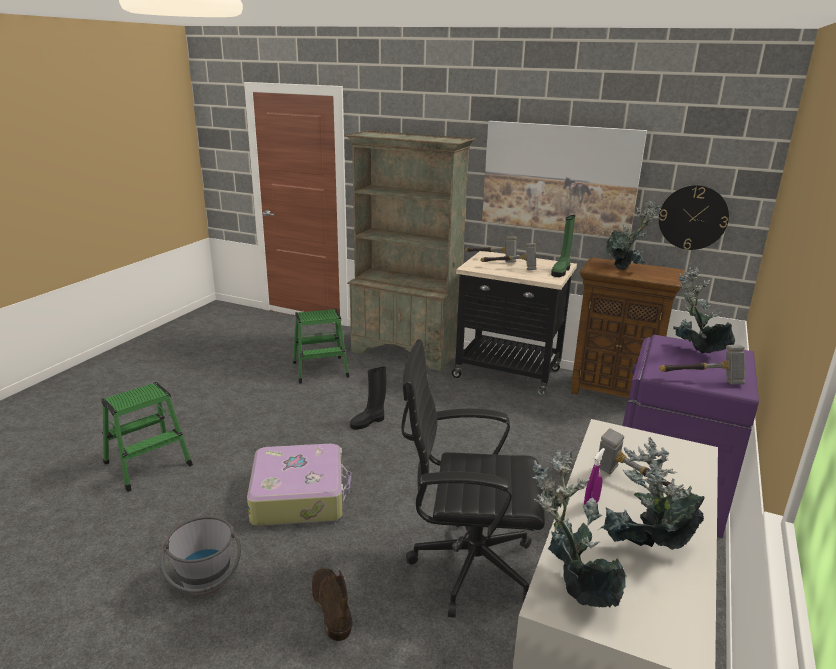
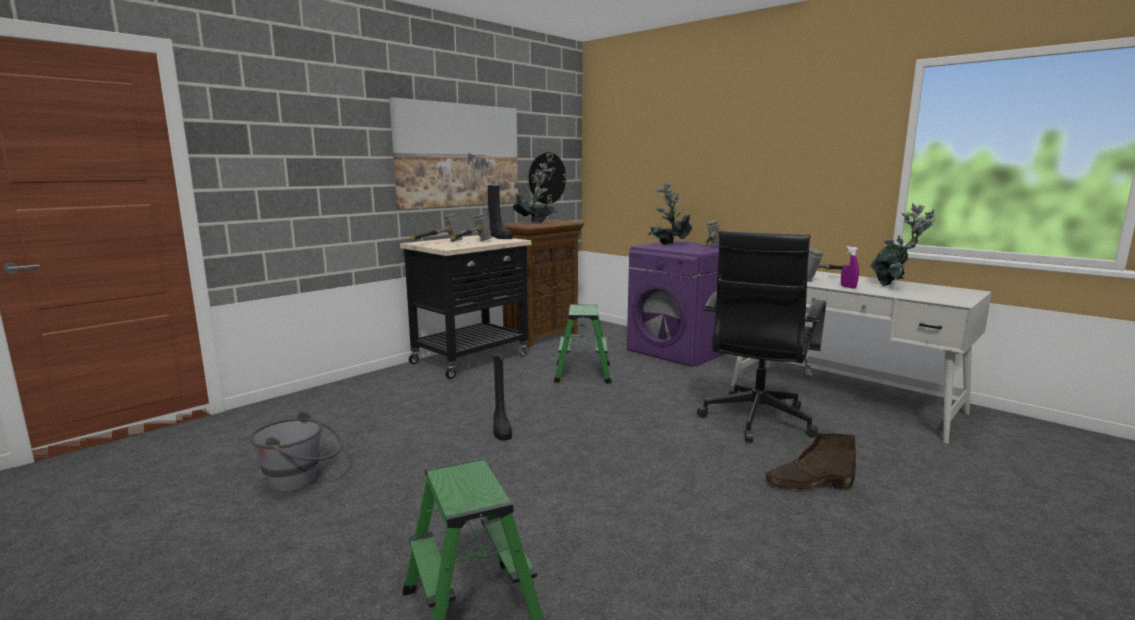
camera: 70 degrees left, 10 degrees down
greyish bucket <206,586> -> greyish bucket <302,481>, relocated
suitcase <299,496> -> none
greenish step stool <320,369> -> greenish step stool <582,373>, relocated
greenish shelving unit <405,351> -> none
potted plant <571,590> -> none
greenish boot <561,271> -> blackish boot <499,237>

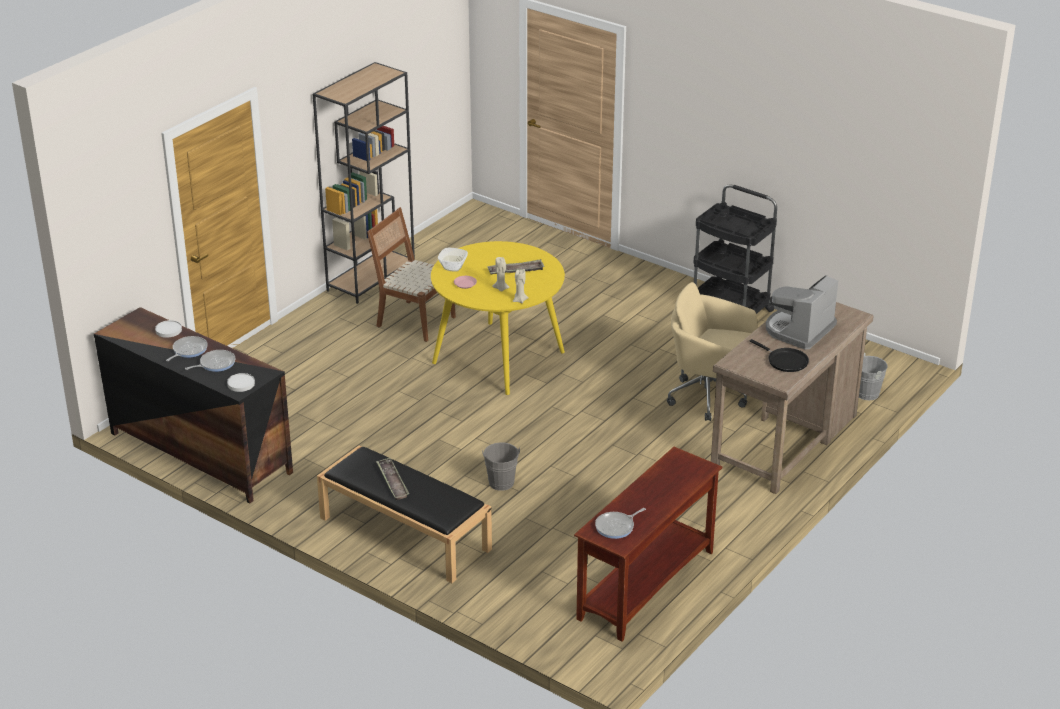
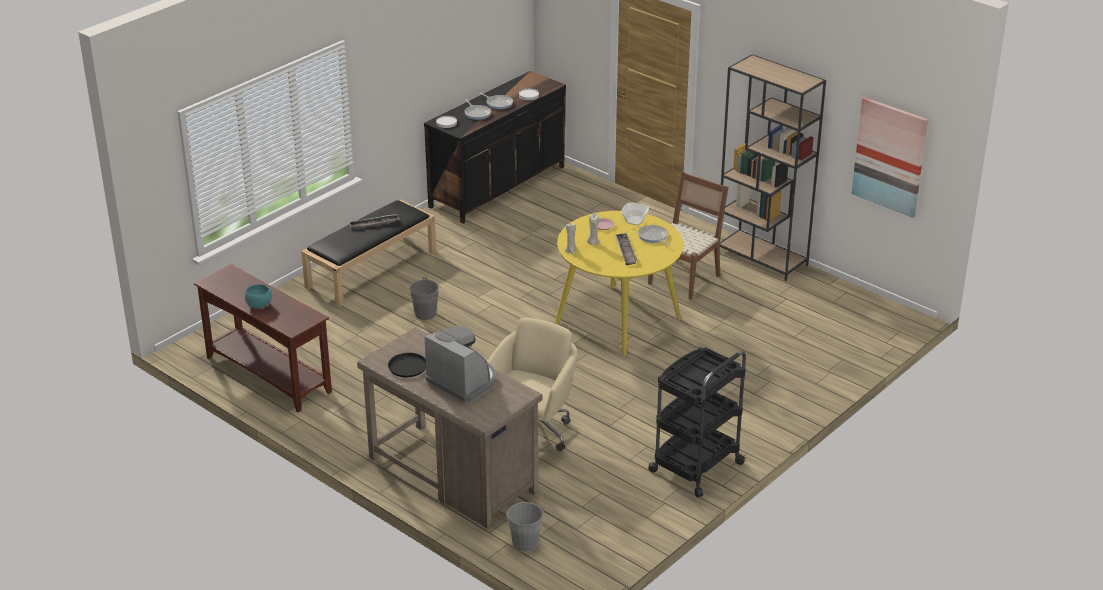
camera: 95 degrees right, 0 degrees up
skillet <616,527> -> skillet <653,237>, relocated
none -> blue-green bowl <258,305>
none -> wall art <889,156>

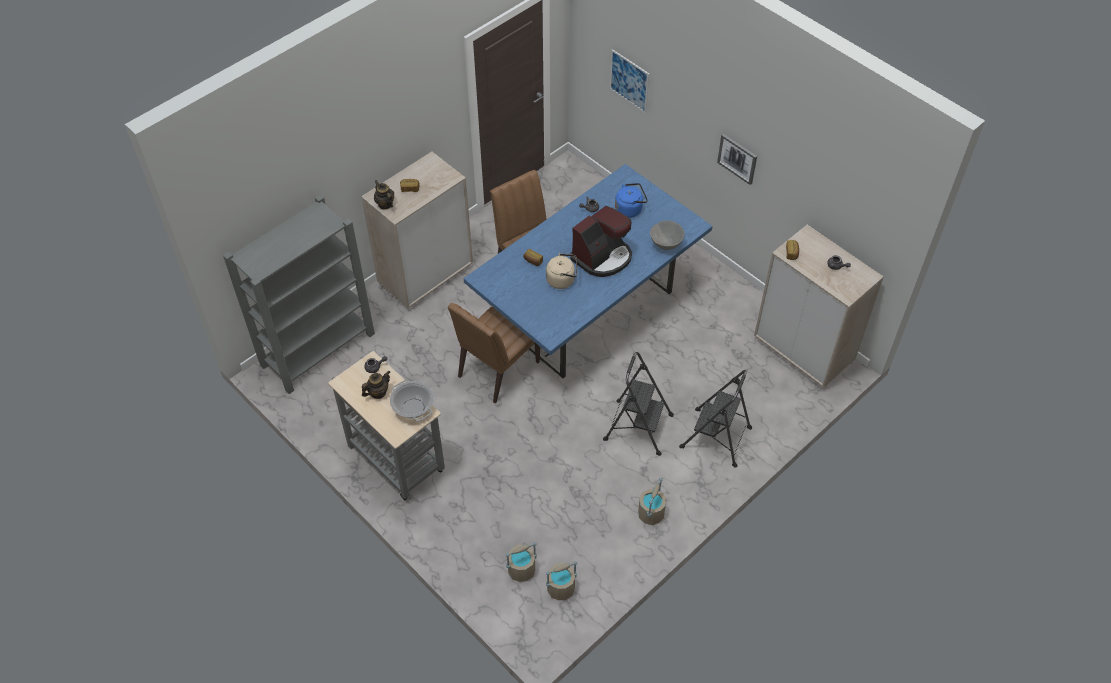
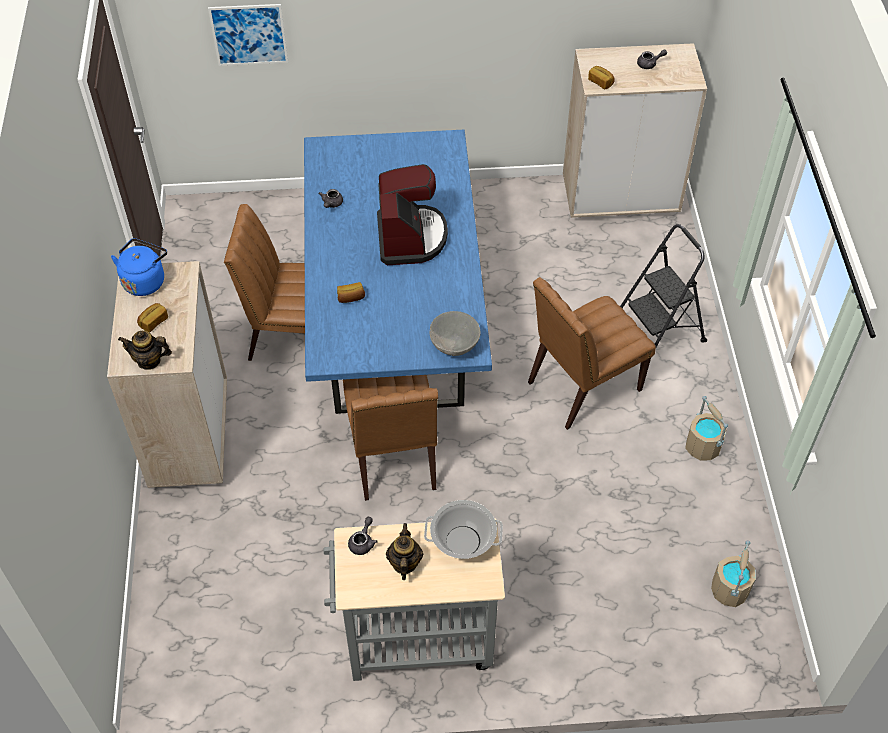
camera: 50 degrees left, 0 degrees up
greyish shelving unit <318,349> -> none
sand-coloured bucket <521,570> -> none
sand-coloured kettle <562,280> -> none
blackish step stool <636,426> -> brown plain chair <584,385>
blue kettle <630,209> -> blue kettle <145,280>, relocated
greyish bowl <666,244> -> greyish bowl <454,346>, relocated
wall art <737,158> -> none

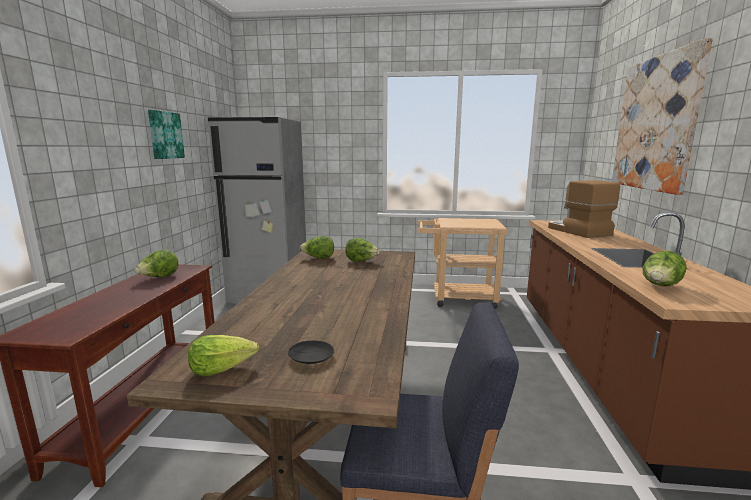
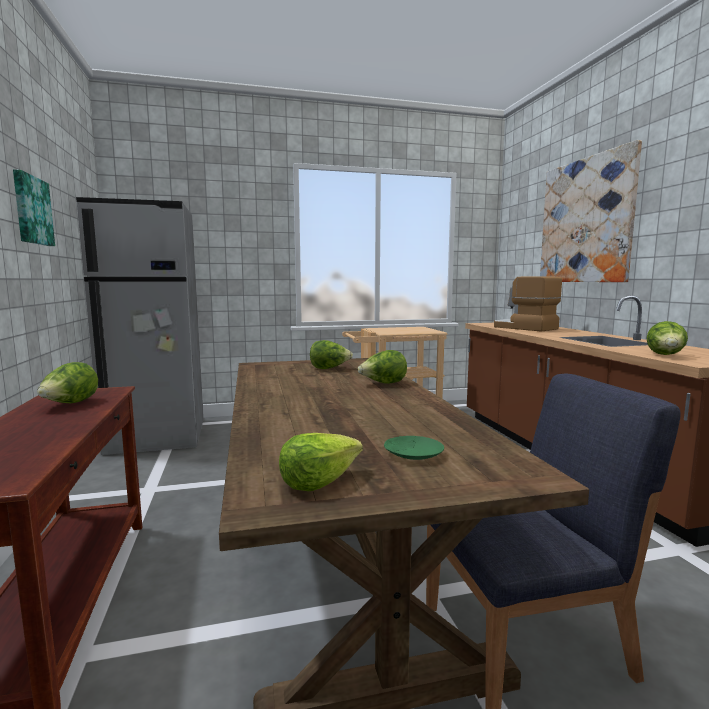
camera: 20 degrees left, 5 degrees down
blackish dinner plate <311,357> -> greenish dinner plate <412,454>
lettuce <318,258> -> lettuce <383,384>, relocated

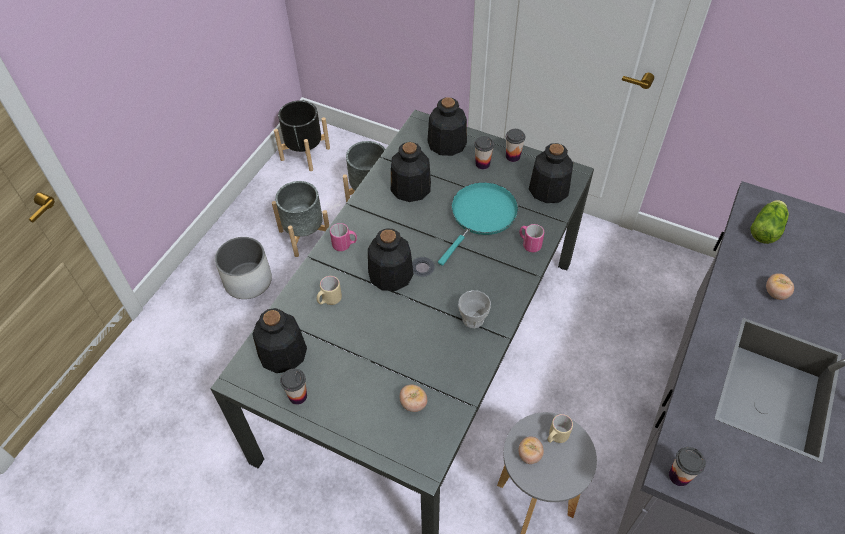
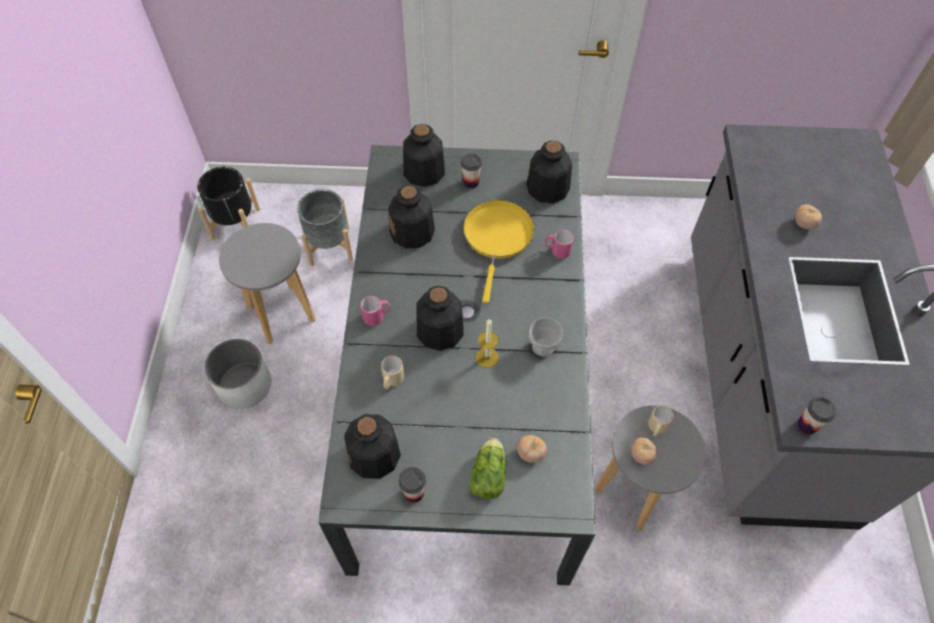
camera: 25 degrees left, 5 degrees up
greyish plant pot <304,235> -> greyish sitting stool <281,314>
blue-green skillet <481,216> -> yellow-coloured skillet <497,238>
cup <513,156> -> none
lettuce <766,228> -> lettuce <489,473>, relocated
none -> candle <487,357>

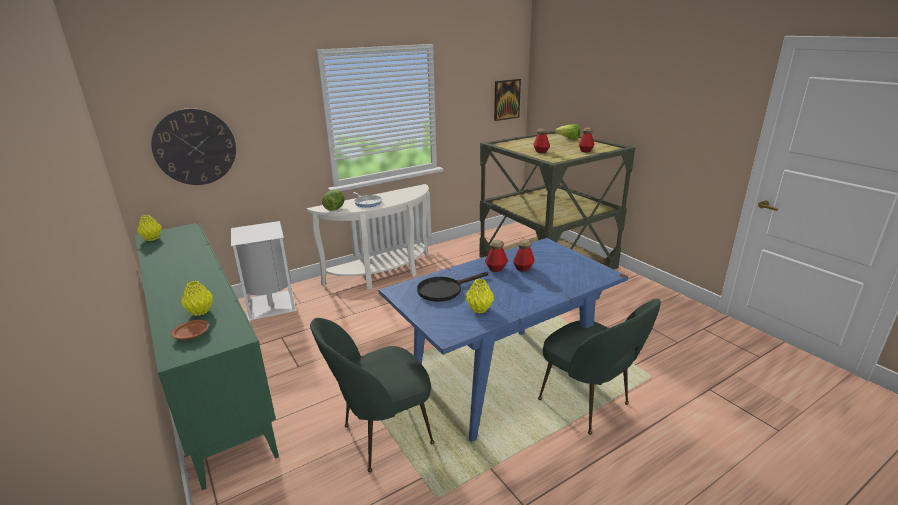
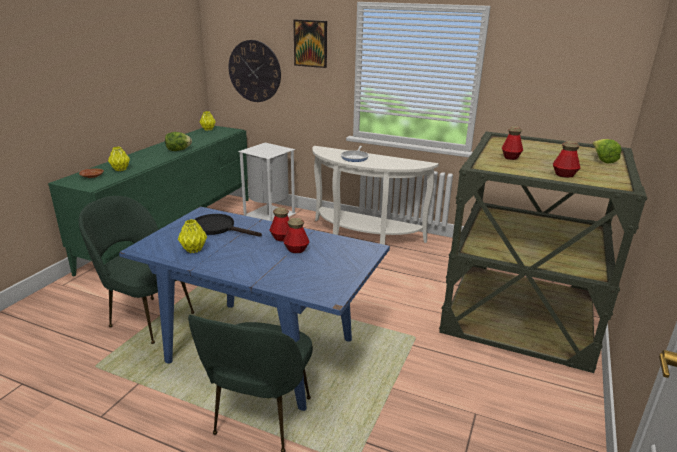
camera: 55 degrees right, 0 degrees up
lettuce <335,209> -> lettuce <178,150>, relocated
wall art <506,99> -> wall art <310,43>, relocated

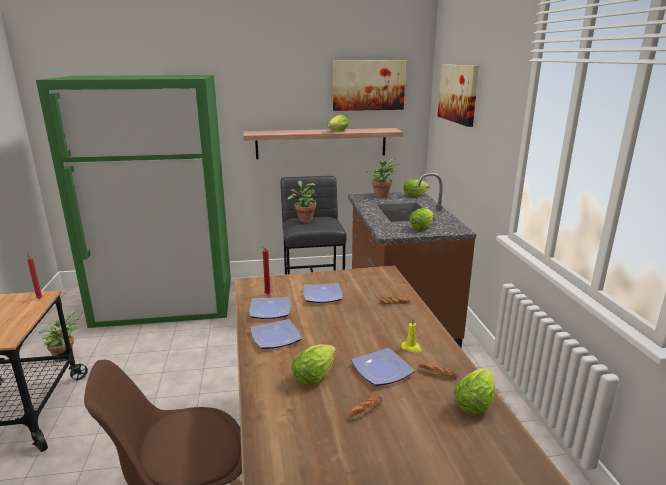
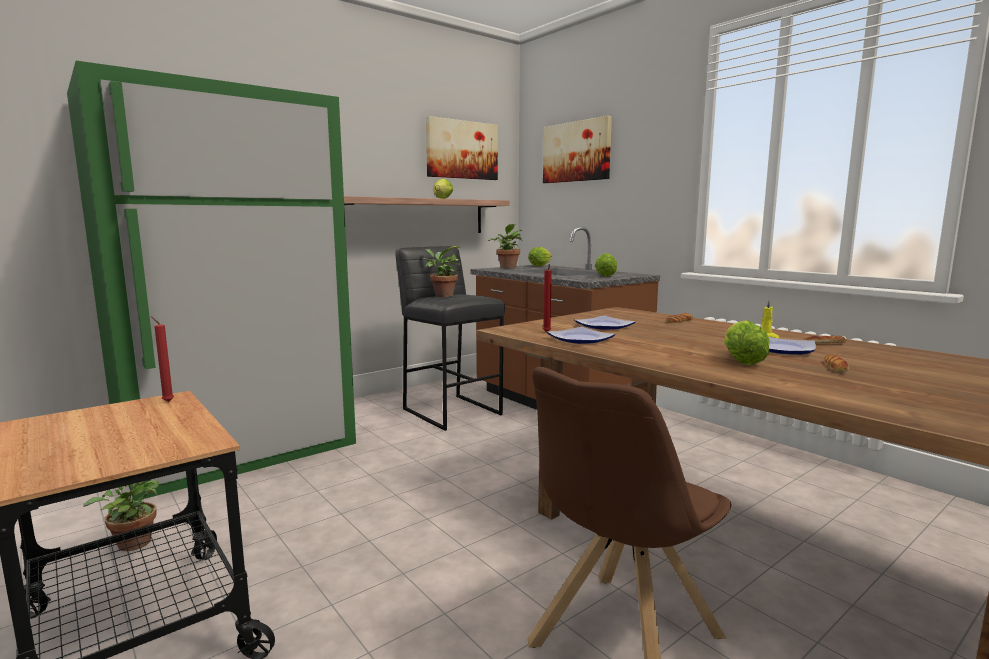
camera: 30 degrees left, 10 degrees down
dinner plate <275,338> -> none
lettuce <476,402> -> none

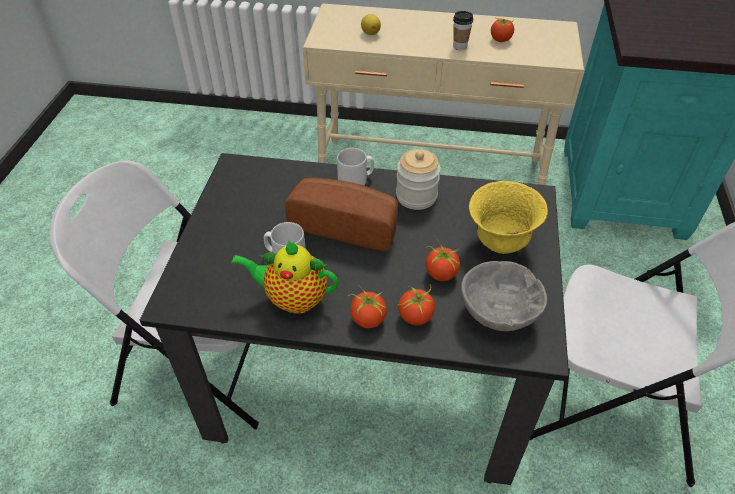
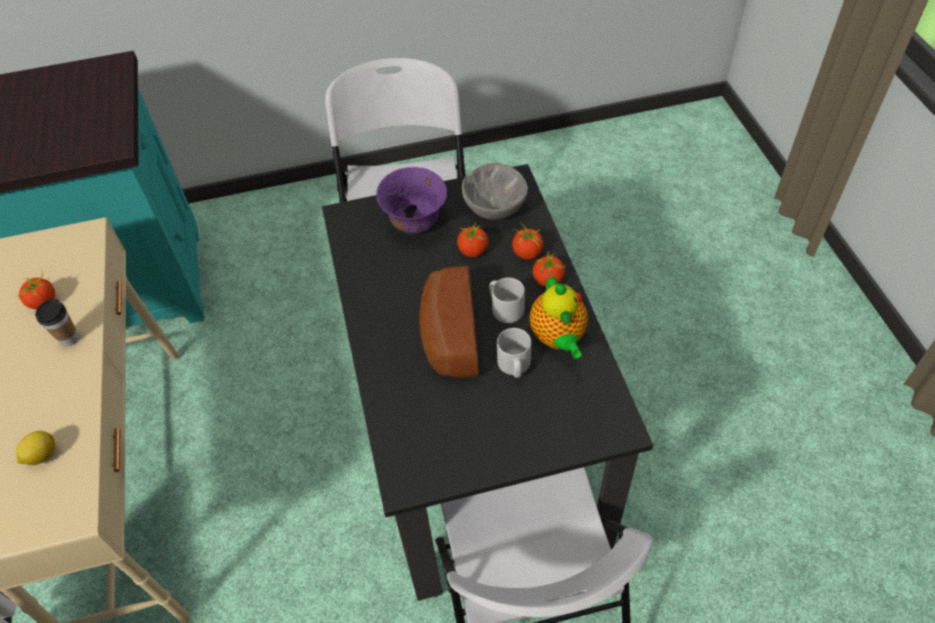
camera: 110 degrees left, 5 degrees up
greyish tea mug <356,180> -> greyish tea mug <505,308>, relocated
jar <416,196> -> none
yellow-coloured bowl <500,242> -> purple-coloured bowl <415,224>

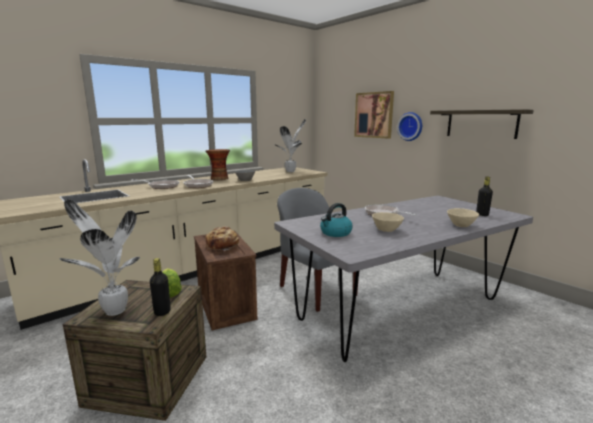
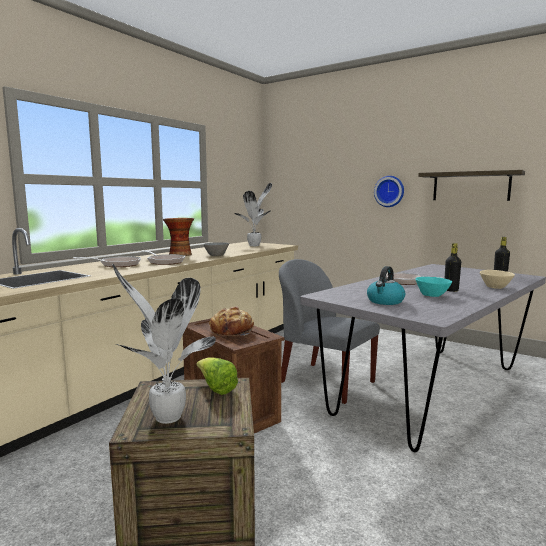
camera: 15 degrees left, 5 degrees down
blackish drink bottle <162,312> -> blackish drink bottle <451,290>, relocated
wall art <374,115> -> none
sand-coloured bowl <387,230> -> blue-green bowl <433,295>

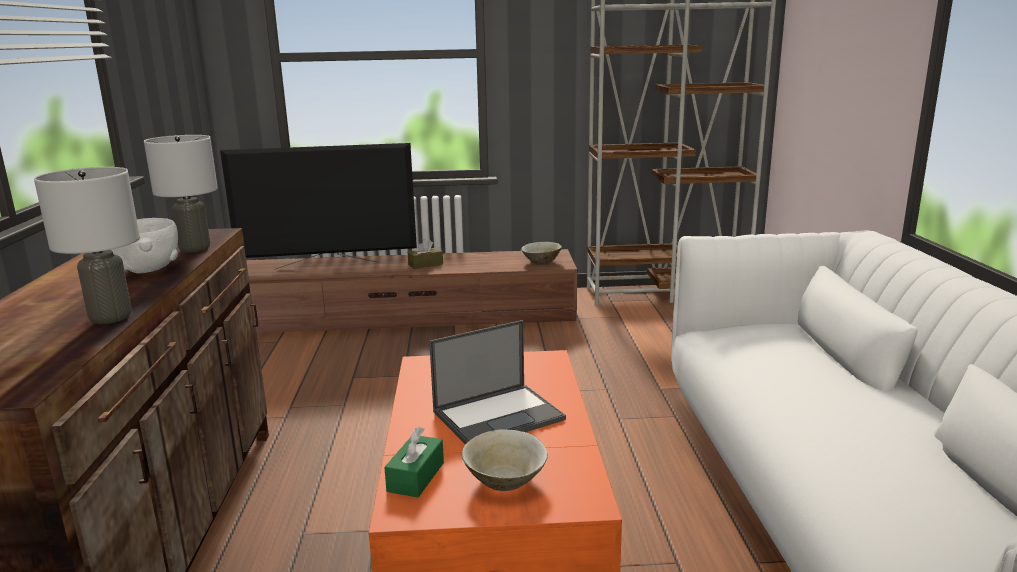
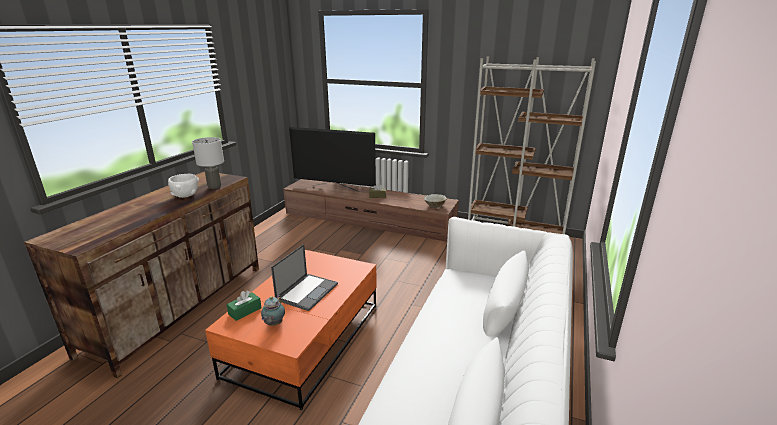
camera: 25 degrees right, 5 degrees up
white-coloured lamp for a table <108,319> -> none
portable computer <499,415> -> portable computer <307,291>, 60 degrees counterclockwise
sand-coloured bowl <505,481> -> tea pot <273,324>

